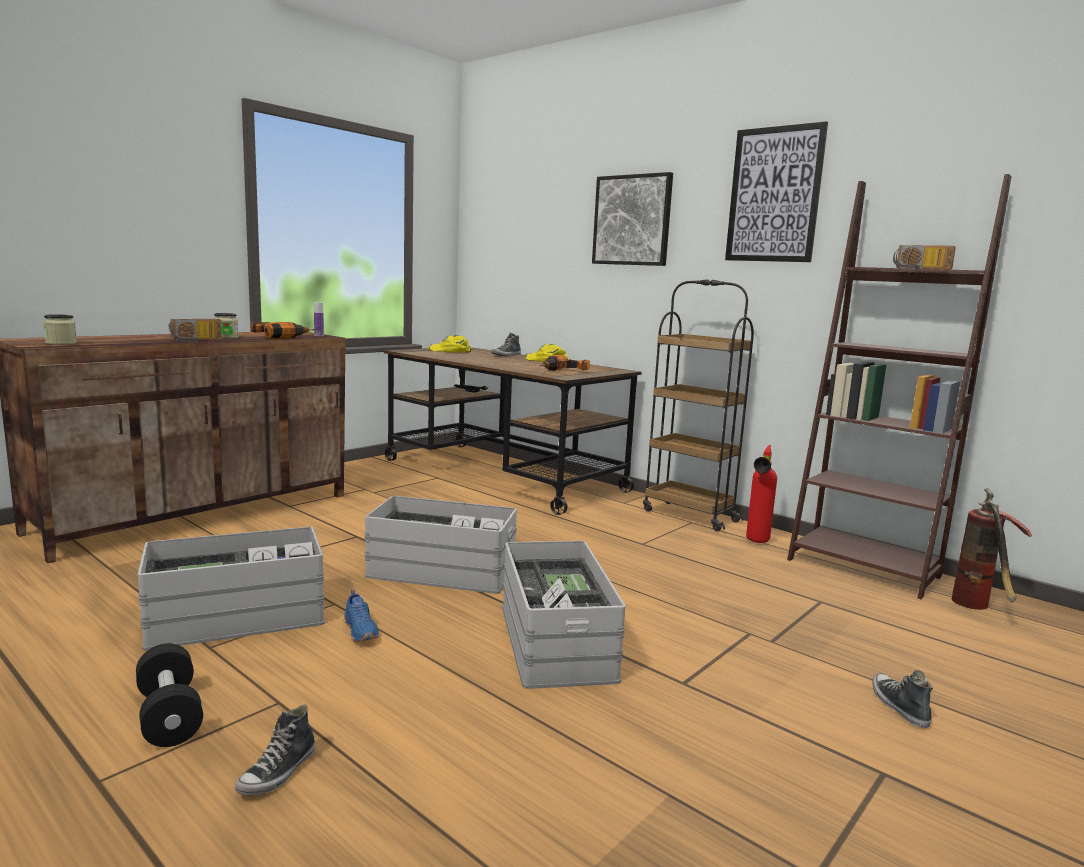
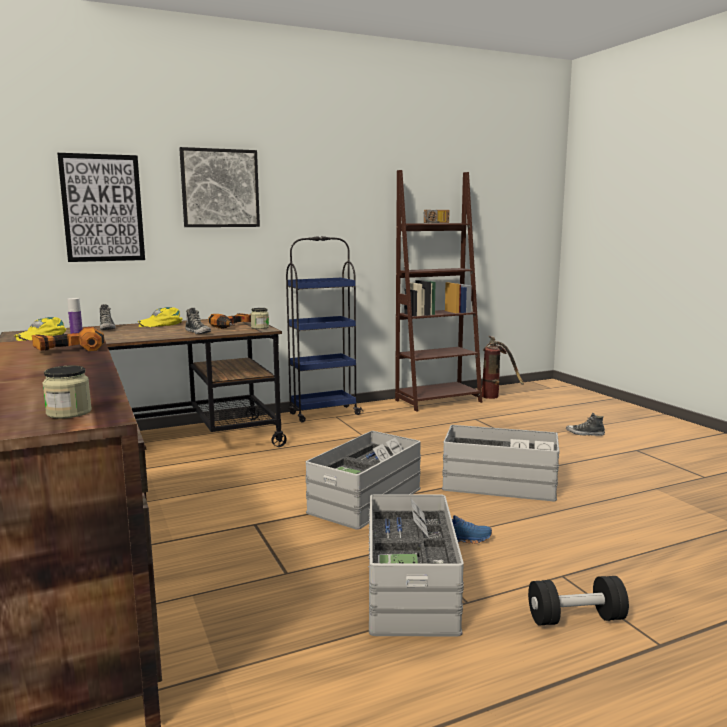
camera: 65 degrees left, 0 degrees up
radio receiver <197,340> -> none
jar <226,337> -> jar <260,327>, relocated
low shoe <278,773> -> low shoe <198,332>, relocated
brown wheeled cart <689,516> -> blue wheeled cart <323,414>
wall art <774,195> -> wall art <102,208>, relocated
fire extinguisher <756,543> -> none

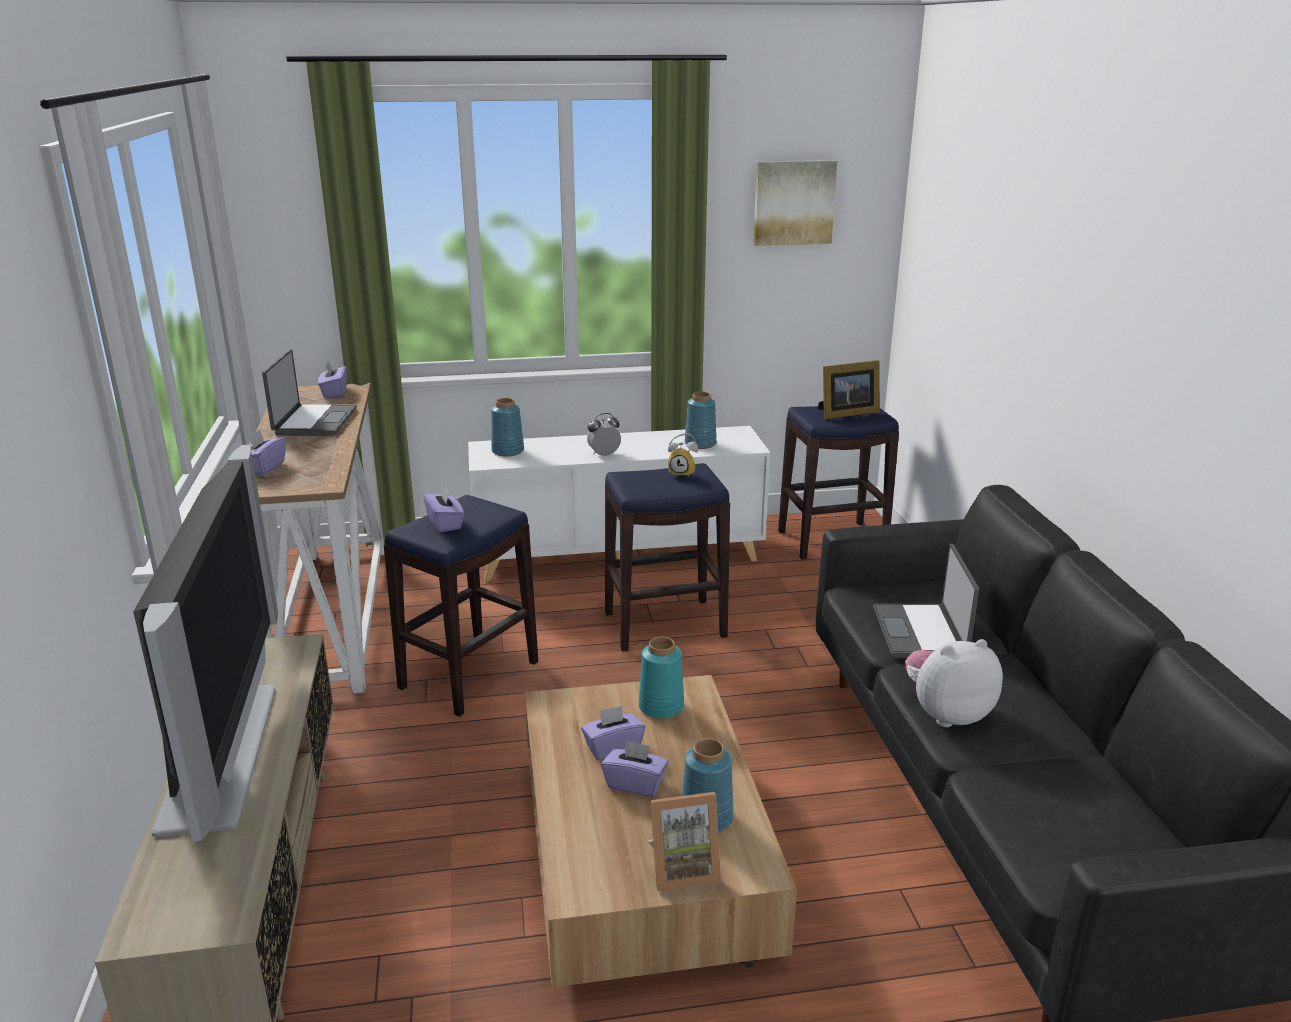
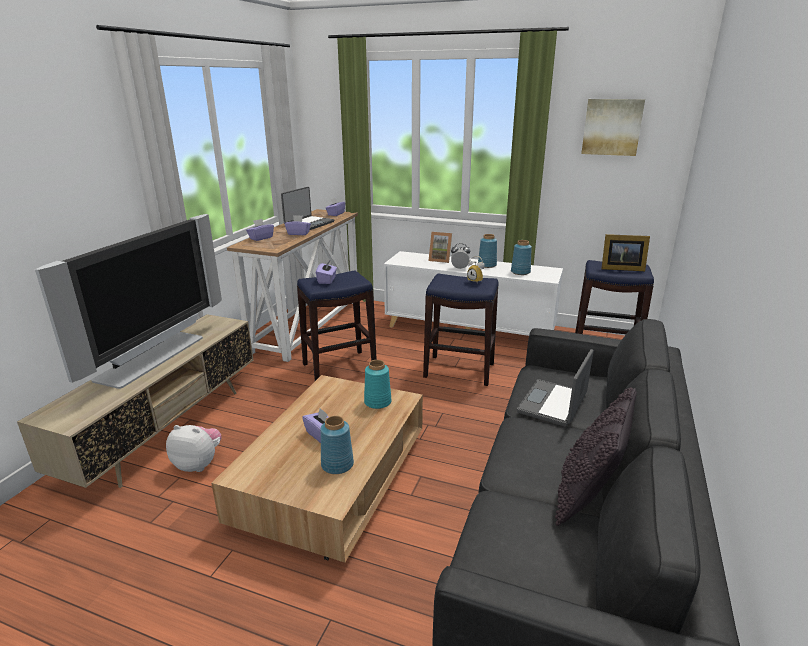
camera: 30 degrees right, 0 degrees up
blue decorative vase <507,451> -> blue decorative vase <487,265>, relocated
purple-coloured box of tissues <613,747> -> purple-coloured box of tissues <298,233>, relocated
picture frame <683,869> -> picture frame <440,260>, relocated
cuddly toy <946,714> -> cuddly toy <199,464>, relocated
none -> blackish pillow <586,496>

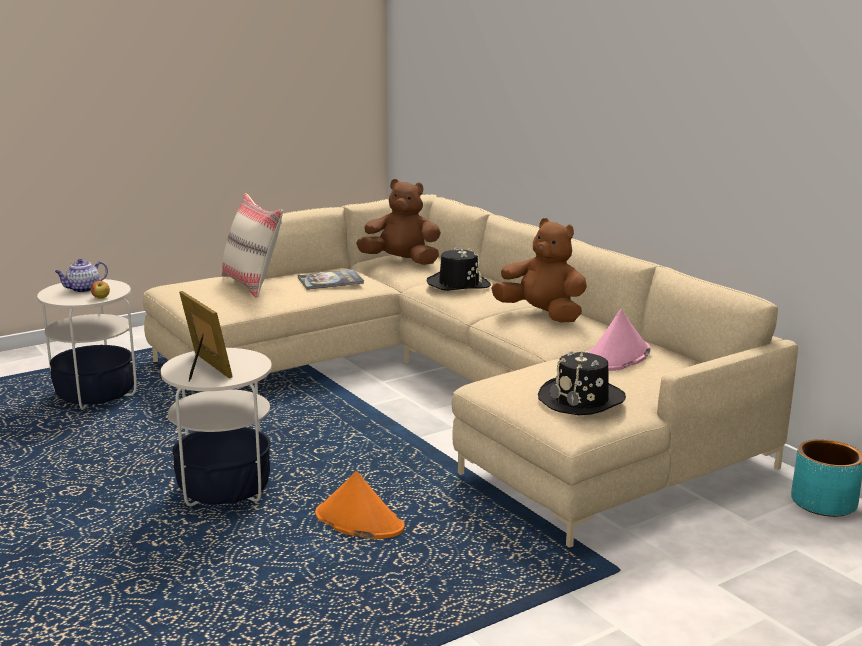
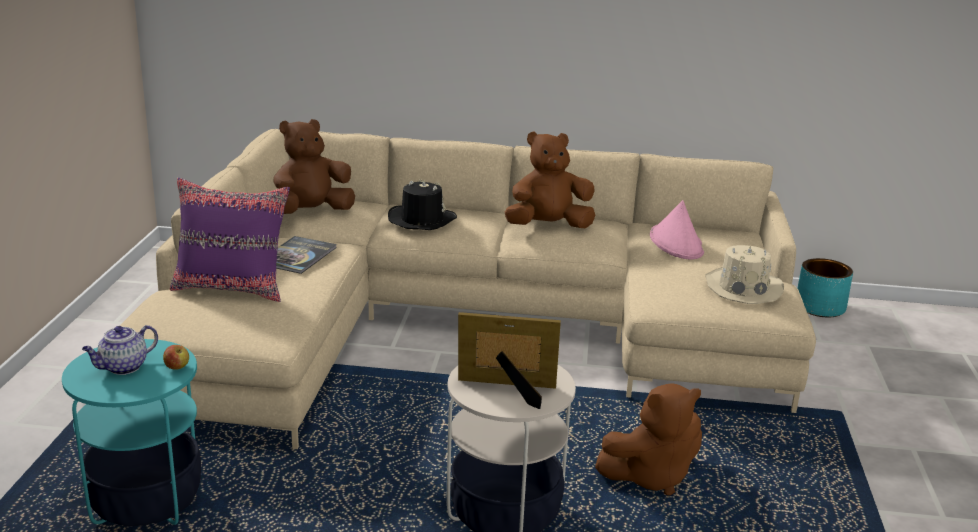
camera: 50 degrees left, 5 degrees up
sand-coloured accent table <95,396> -> blue-green accent table <146,502>
tea pot <83,289> -> tea pot <123,367>, 45 degrees clockwise
sand-coloured pillow <252,284> -> purple-coloured pillow <232,288>
orange wearable hat <358,521> -> brown cuddly toy <650,476>
blackish wearable hat <582,400> -> sand-coloured wearable hat <743,287>

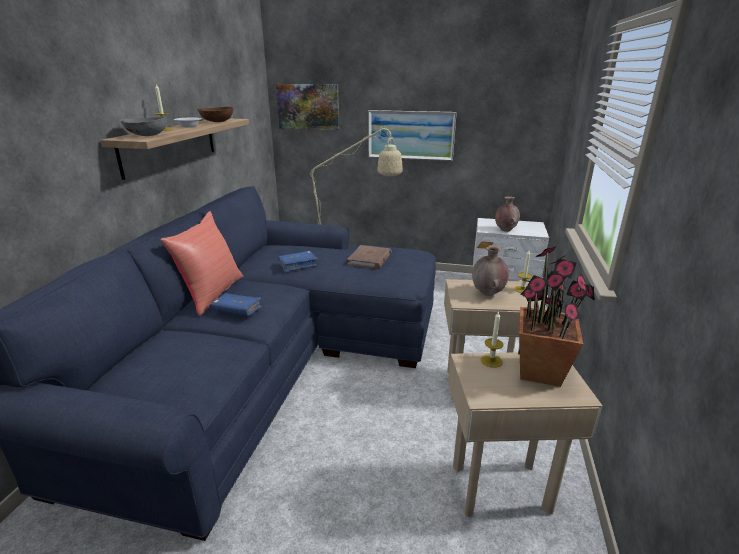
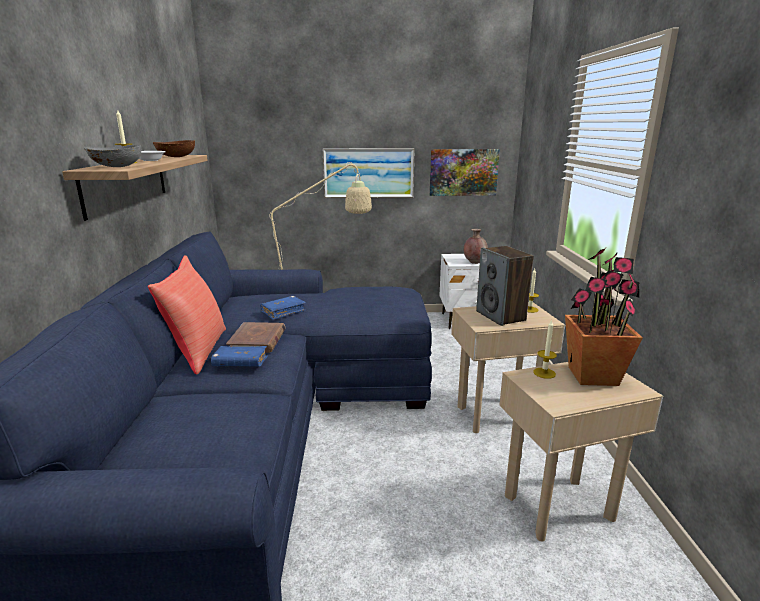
camera: 15 degrees left, 5 degrees down
wall art <308,106> -> wall art <463,172>, relocated
brown book <370,259> -> brown book <258,340>, relocated
brown decorative vase <488,293> -> audio speaker <501,316>

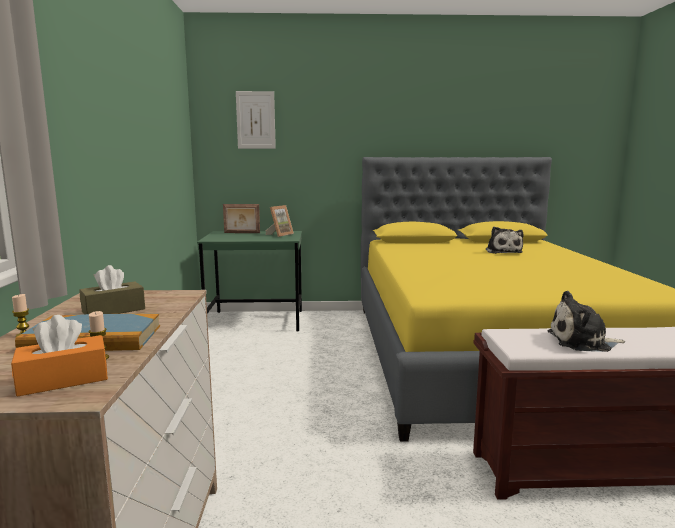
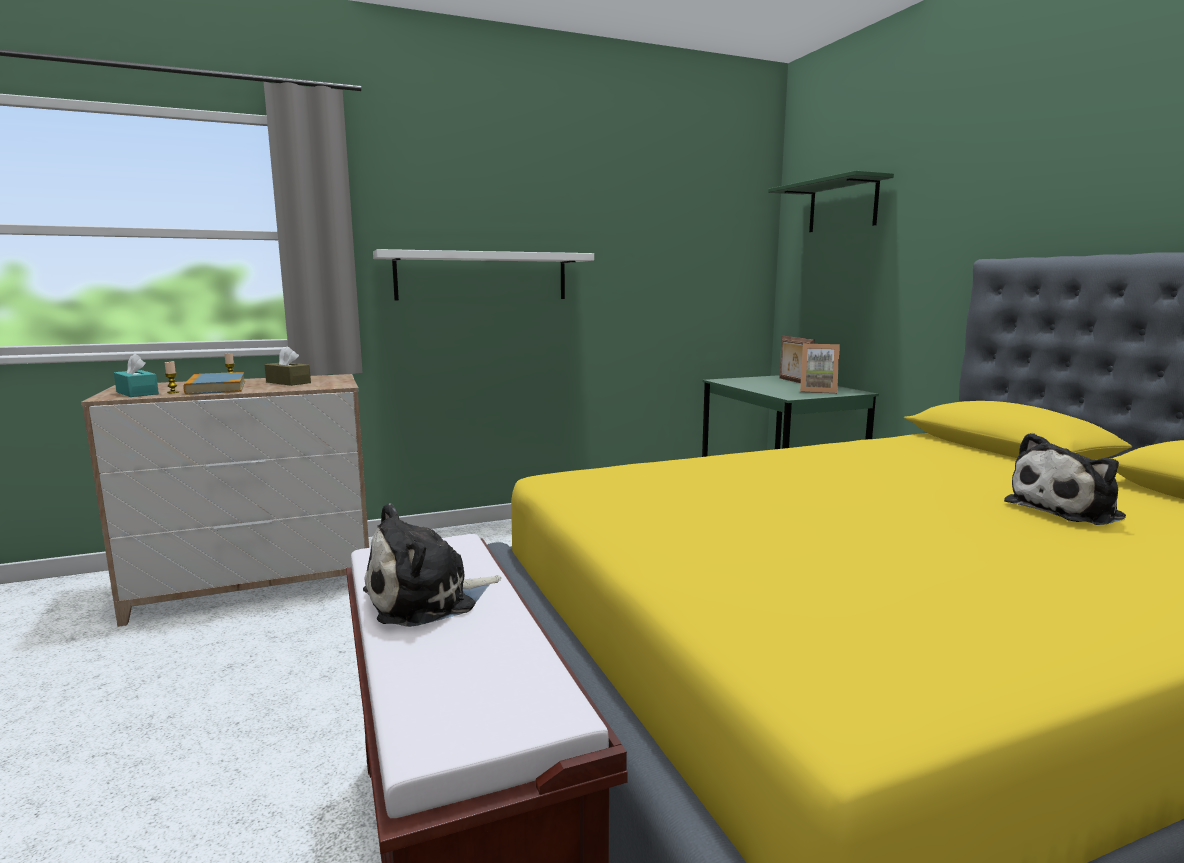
camera: 70 degrees right, 0 degrees up
orange box of tissues <64,379> -> blue-green box of tissues <137,393>
wall art <255,120> -> greenish wall shelf <843,206>
cuddly toy <582,342> -> cuddly toy <427,599>, 105 degrees counterclockwise
none -> white-coloured wall shelf <482,276>

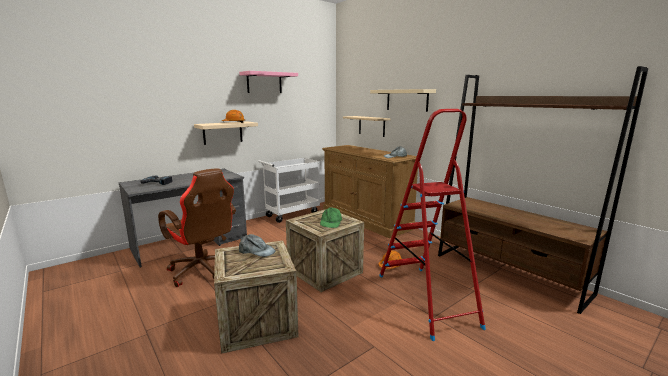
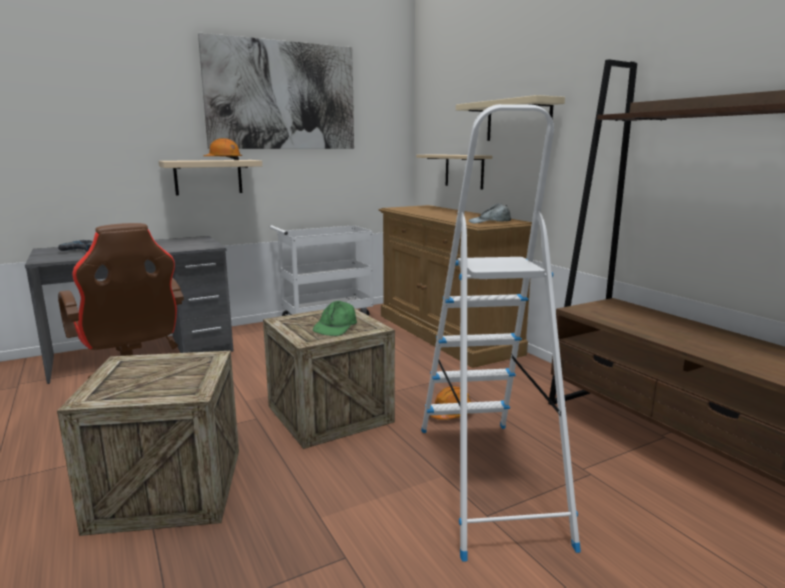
camera: 10 degrees right, 0 degrees up
pink wall shelf <264,83> -> wall art <282,96>
greyish baseball cap <256,251> -> none
red-coloured step stool <425,298> -> white-coloured step stool <486,479>

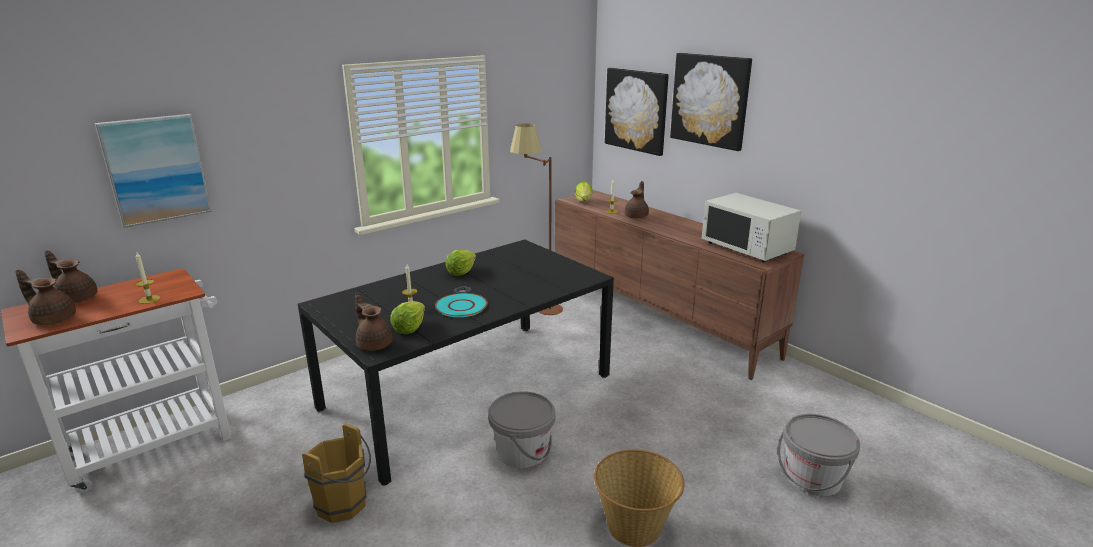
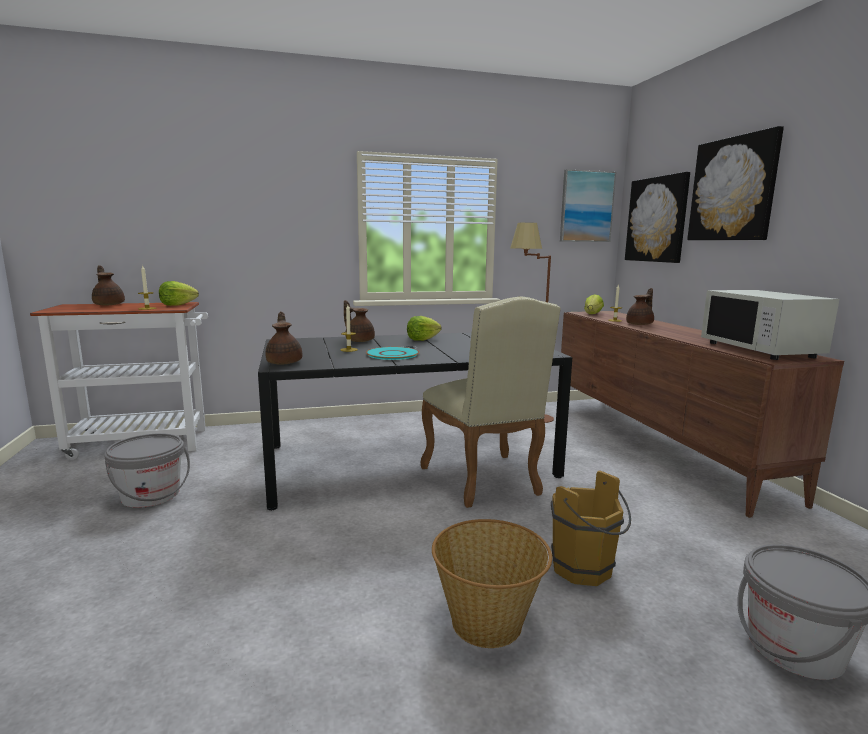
camera: 25 degrees right, 10 degrees down
brown tea pot <53,319> -> brown tea pot <359,340>, relocated
wall art <156,169> -> wall art <586,206>, relocated
brown bucket <344,506> -> brown bucket <585,571>, relocated
lettuce <409,328> -> lettuce <177,305>, relocated
greyish bucket <522,452> -> greyish bucket <151,495>, relocated
none -> sand-coloured plain chair <484,481>

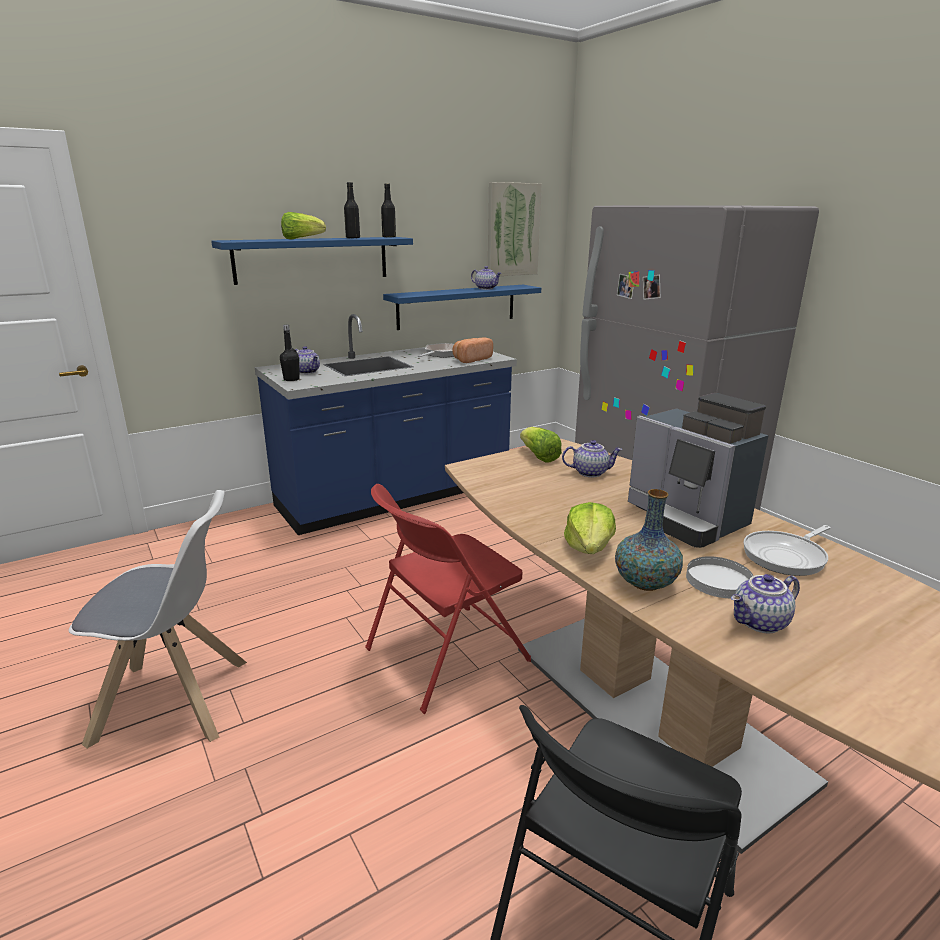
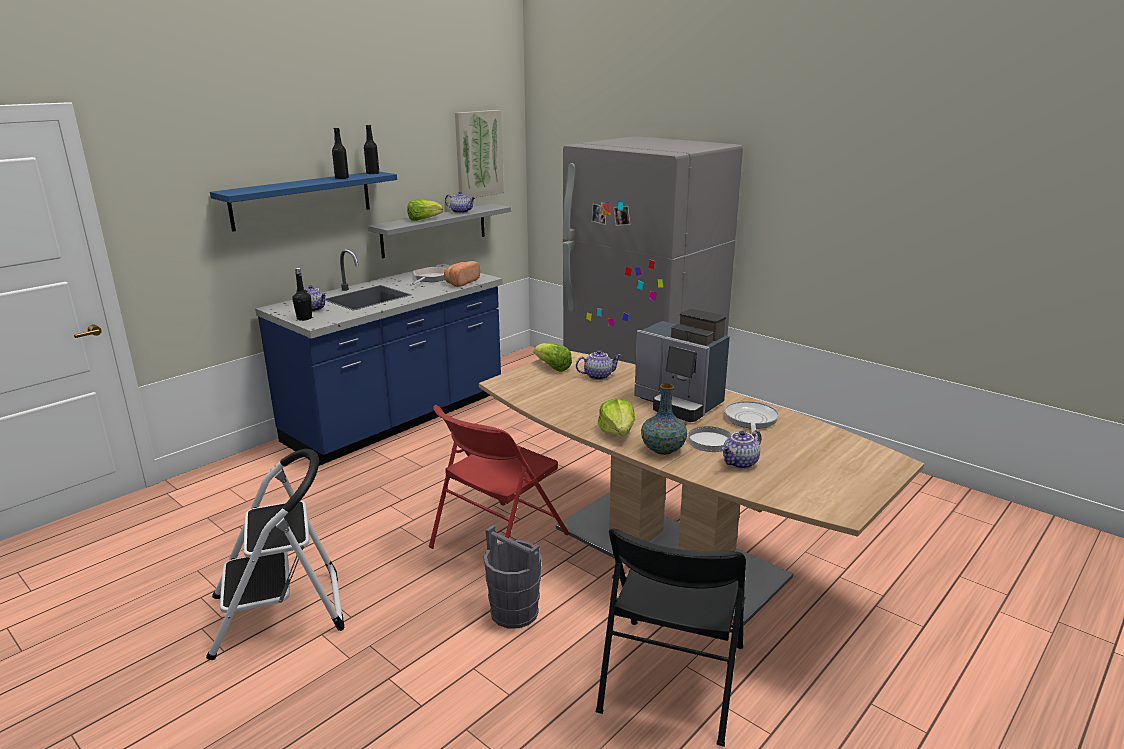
camera: 15 degrees left, 0 degrees up
plain chair <176,701> -> step stool <282,612>
lettuce <301,239> -> lettuce <423,219>, relocated
blue wall shelf <457,306> -> greyish wall shelf <434,230>
skillet <786,556> -> skillet <750,420>, 150 degrees clockwise
none -> greyish bucket <514,612>

